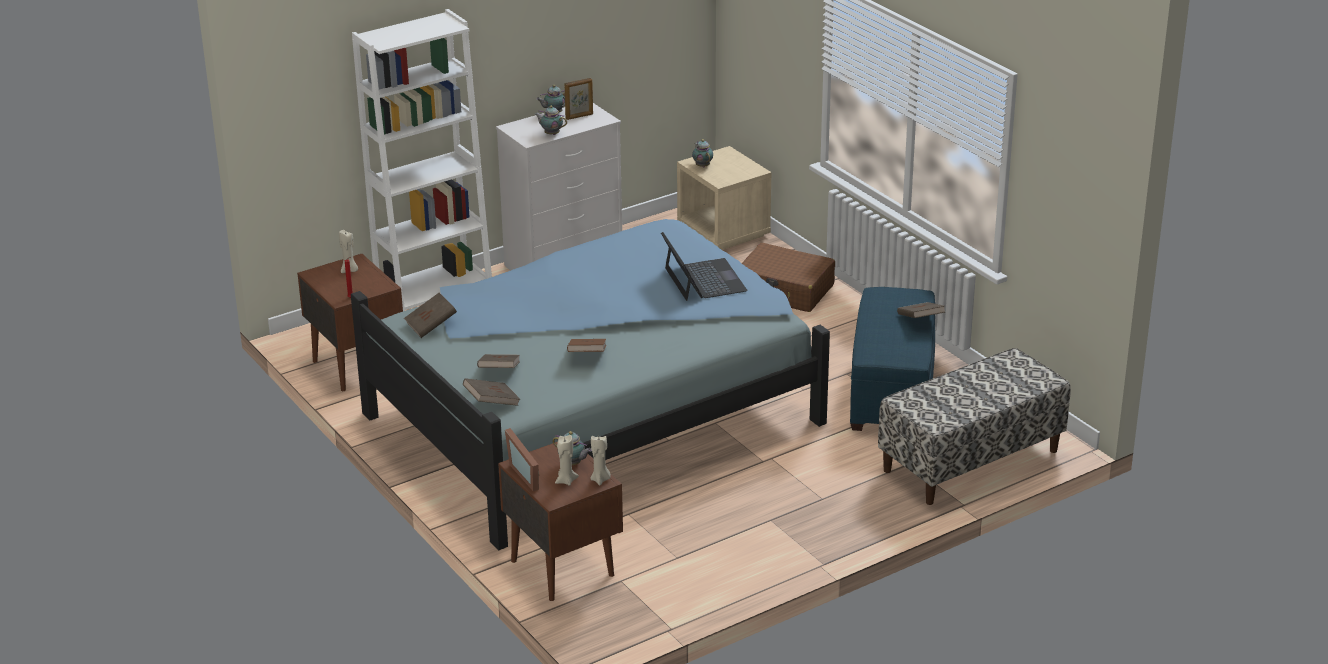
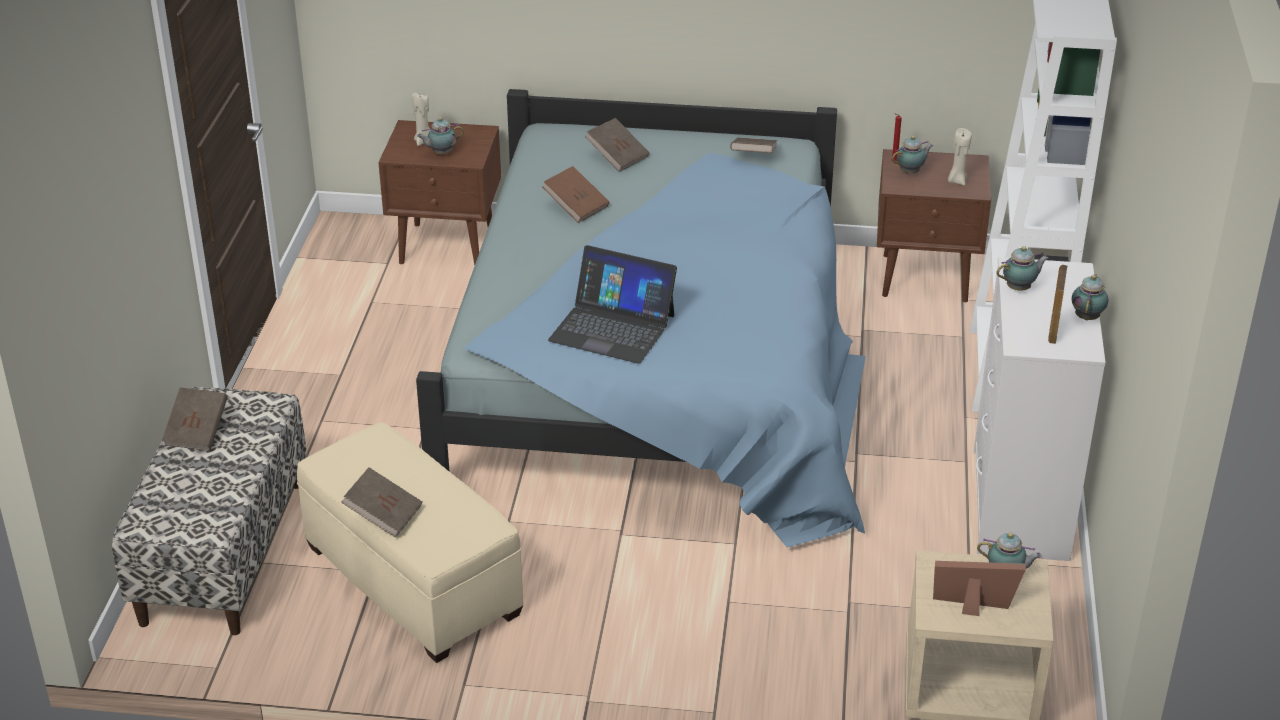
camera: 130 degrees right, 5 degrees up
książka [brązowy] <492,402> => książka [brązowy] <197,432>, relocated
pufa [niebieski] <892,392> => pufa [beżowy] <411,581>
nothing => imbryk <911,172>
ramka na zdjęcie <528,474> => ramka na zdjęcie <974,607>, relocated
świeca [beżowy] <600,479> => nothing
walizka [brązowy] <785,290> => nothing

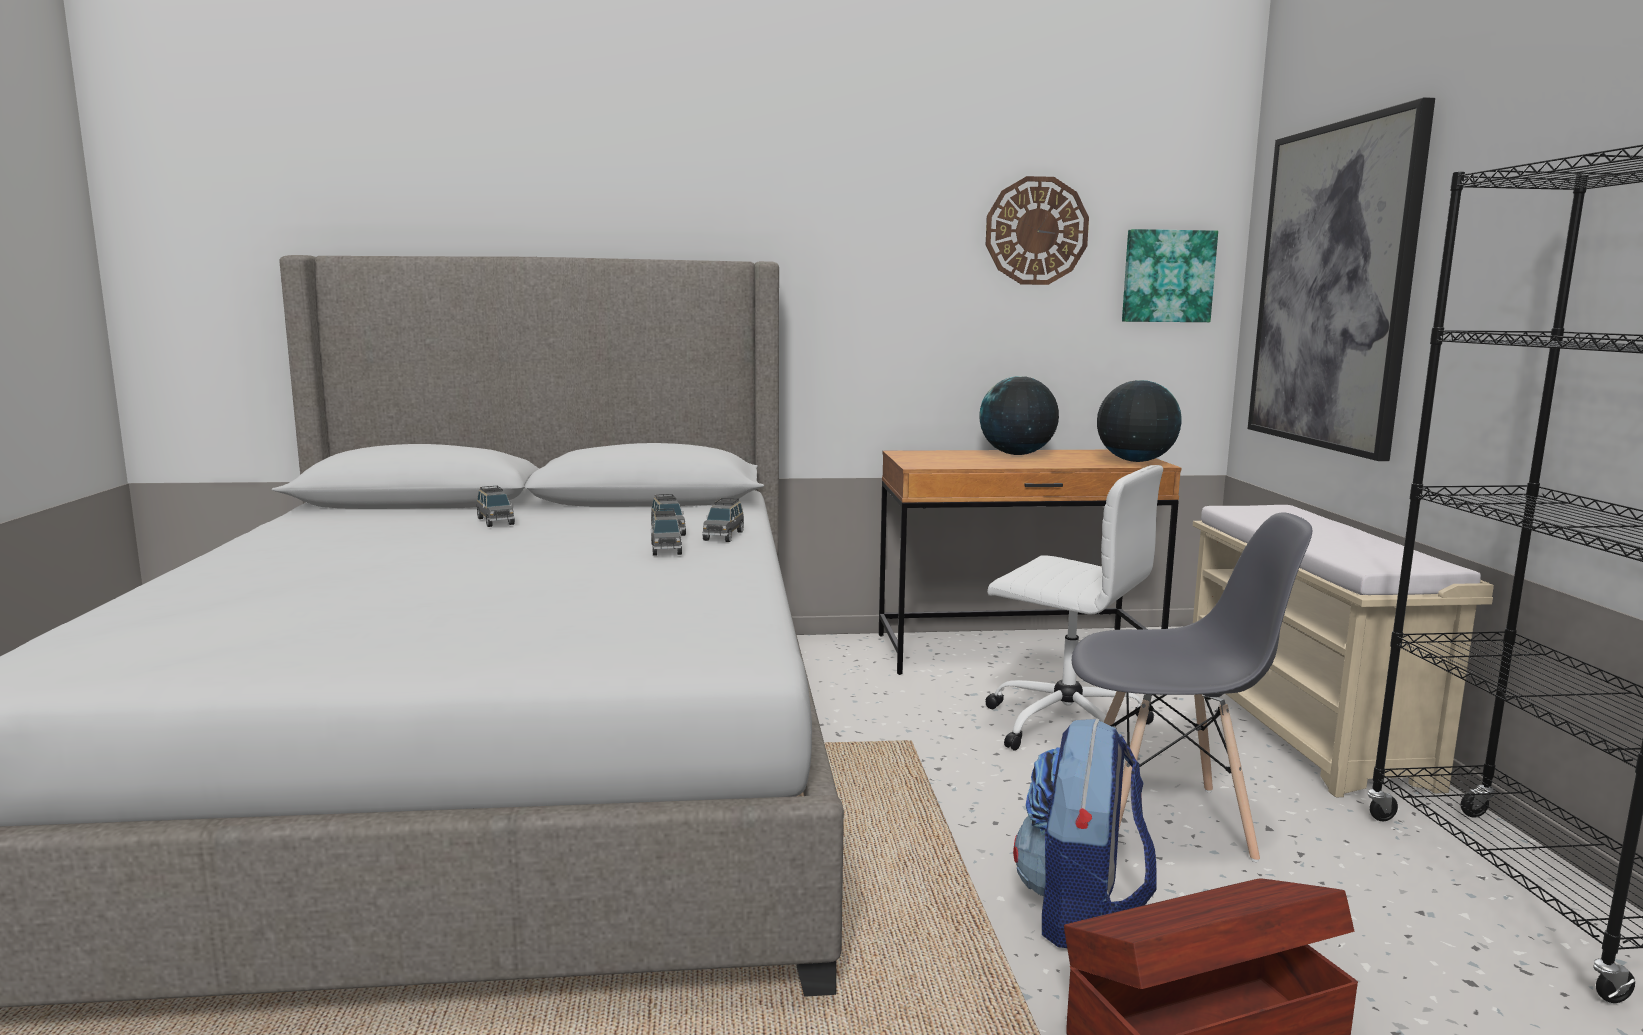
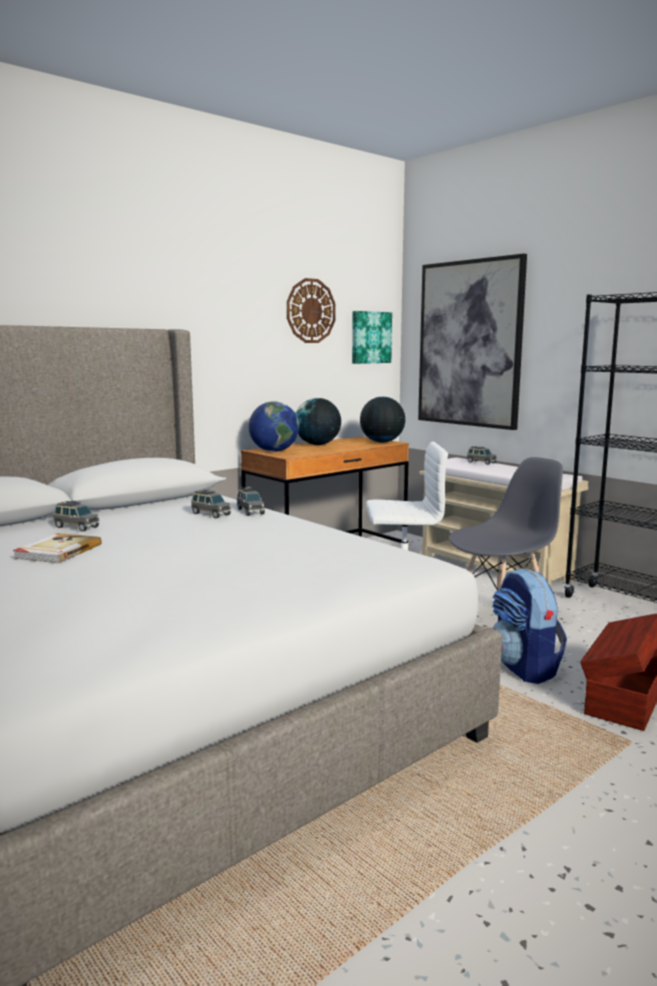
camera: 35 degrees left, 0 degrees up
nothing => książka <57,551>
nothing => globus <274,451>
samochodzik [szary] <666,549> => samochodzik [szary] <481,462>, relocated

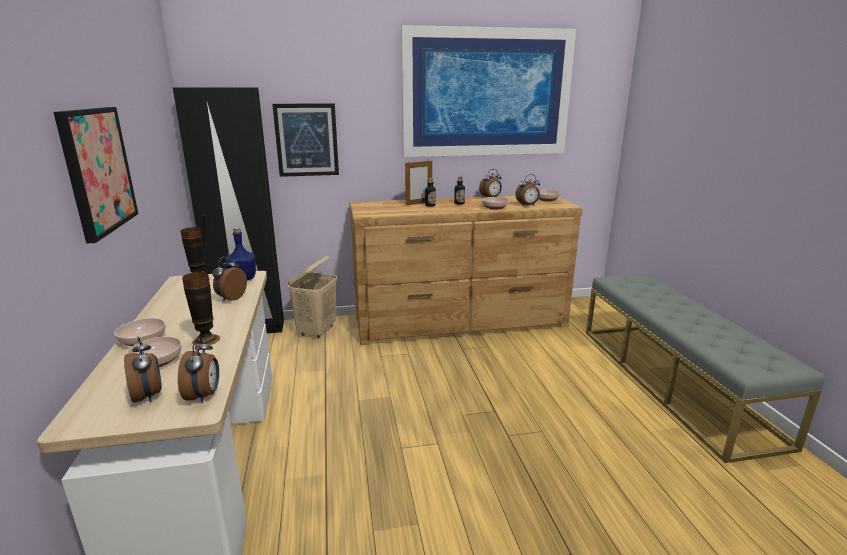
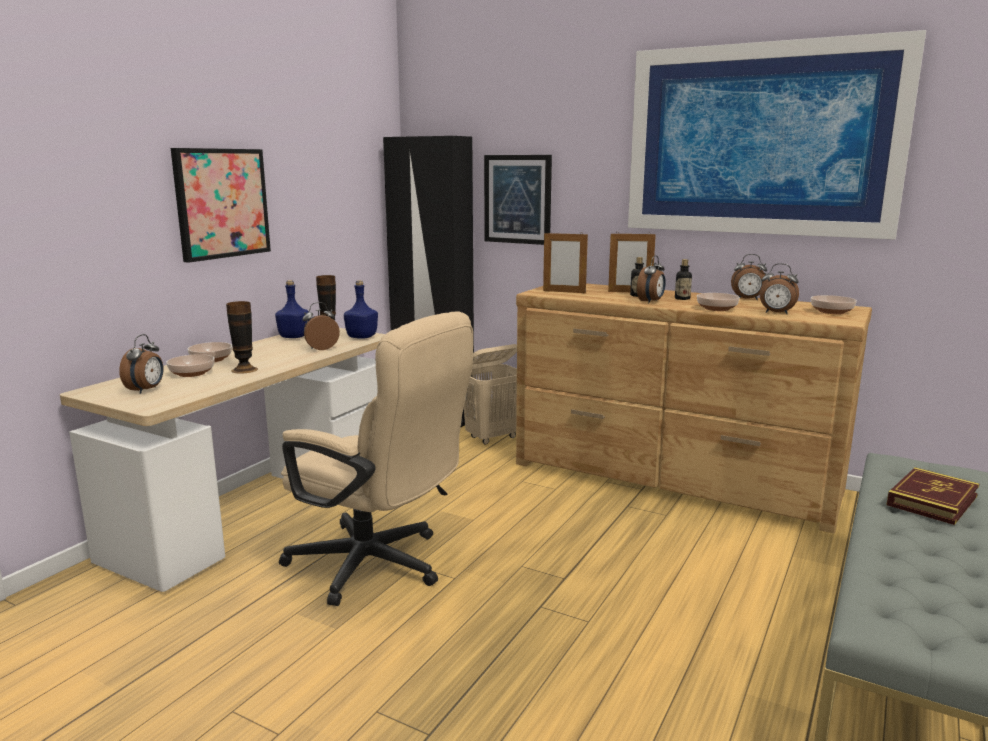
camera: 40 degrees right, 5 degrees down
nothing => butelka [niebieski] <293,337>
nothing => krzesło biurowe [beżowy] <379,567>
nothing => ramka na zdjęcie <564,292>
budzik <204,395> => budzik <651,301>, relocated
nothing => książka <932,500>

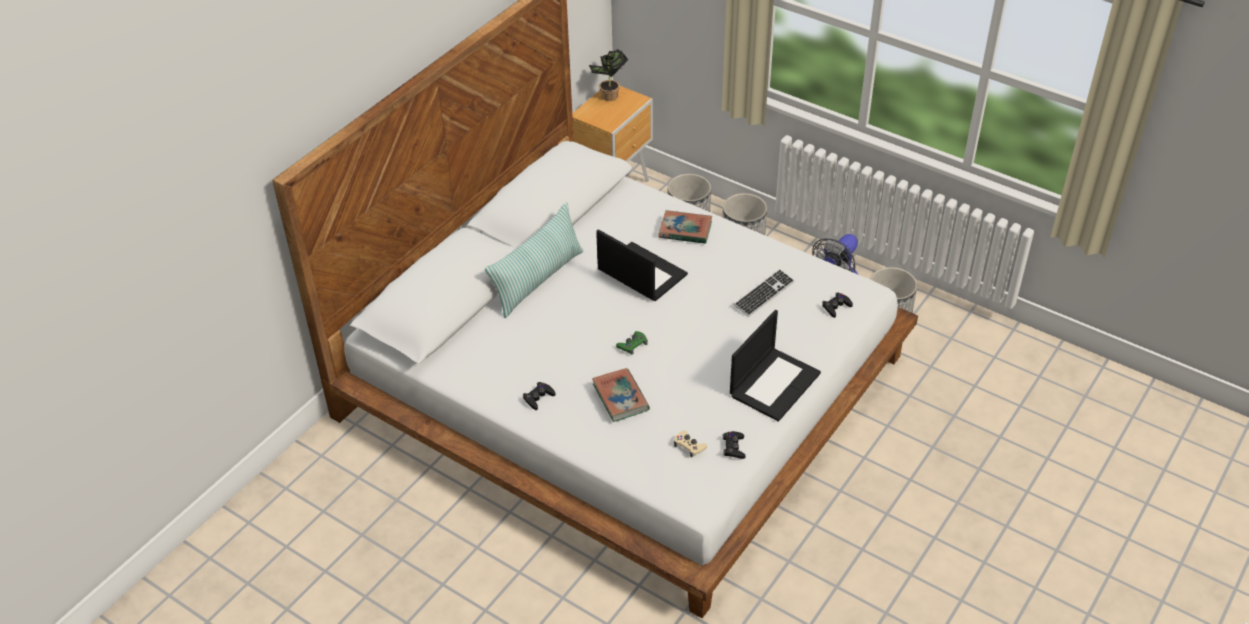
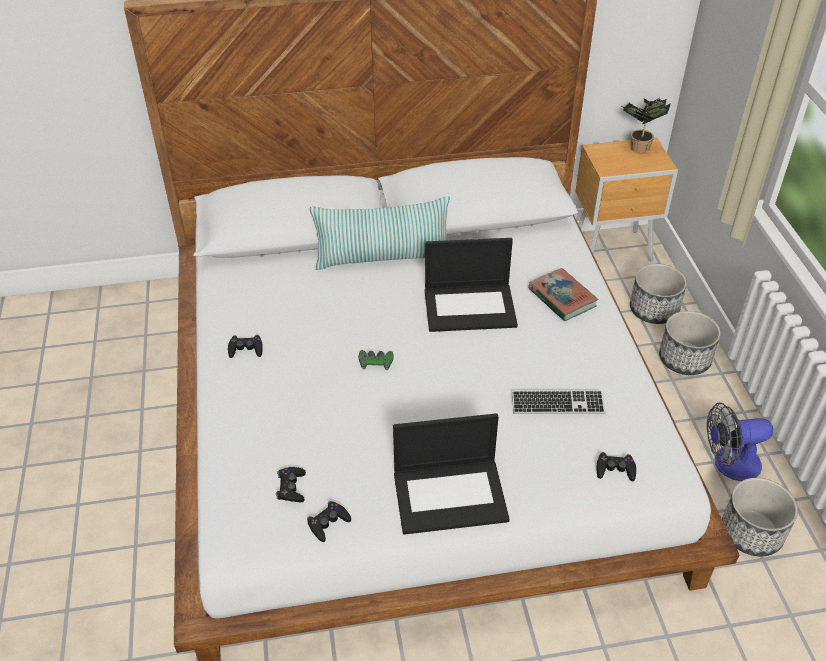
camera: 45 degrees right, 0 degrees up
pad do gier [beżowy] <689,446> => pad do gier [czarny] <291,488>
laptop <640,272> => laptop <470,307>, 90 degrees clockwise
książka <620,397> => nothing

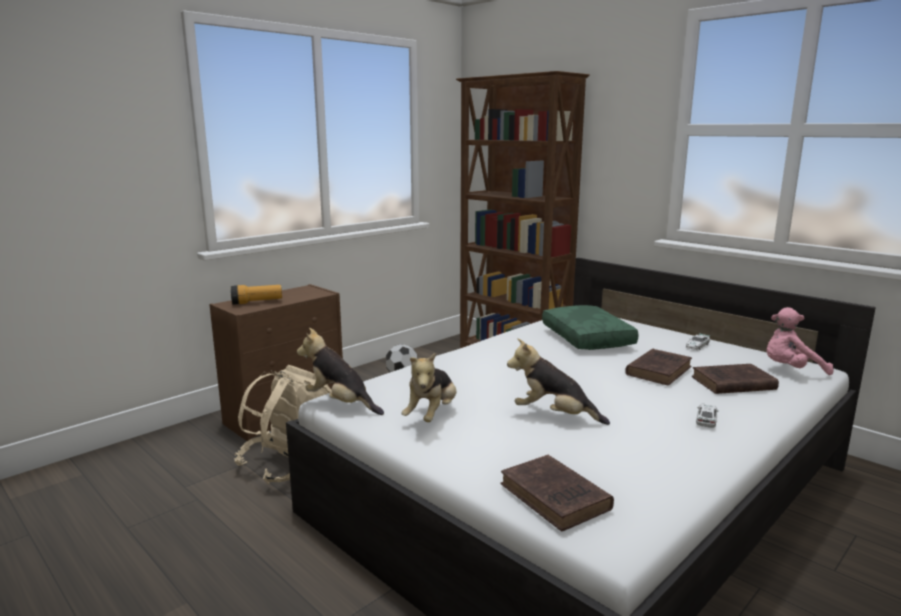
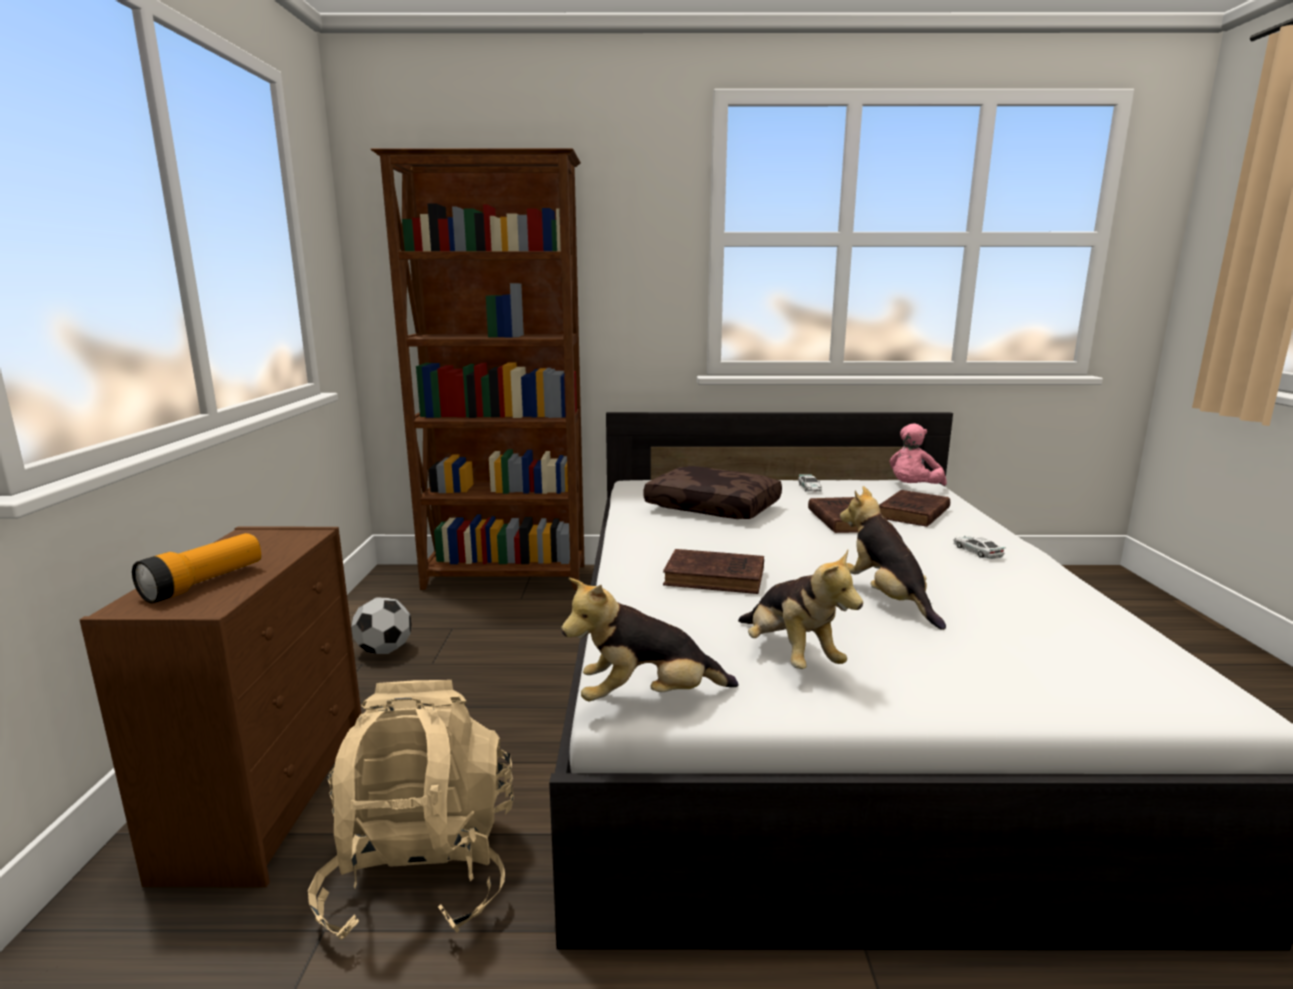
camera: 45 degrees left, 0 degrees up
poduszka [zielony] <588,338> => poduszka [brązowy] <714,507>
książka [brązowy] <556,498> => książka [brązowy] <717,577>, relocated
pluszak <554,416> => pluszak <886,599>, 90 degrees clockwise

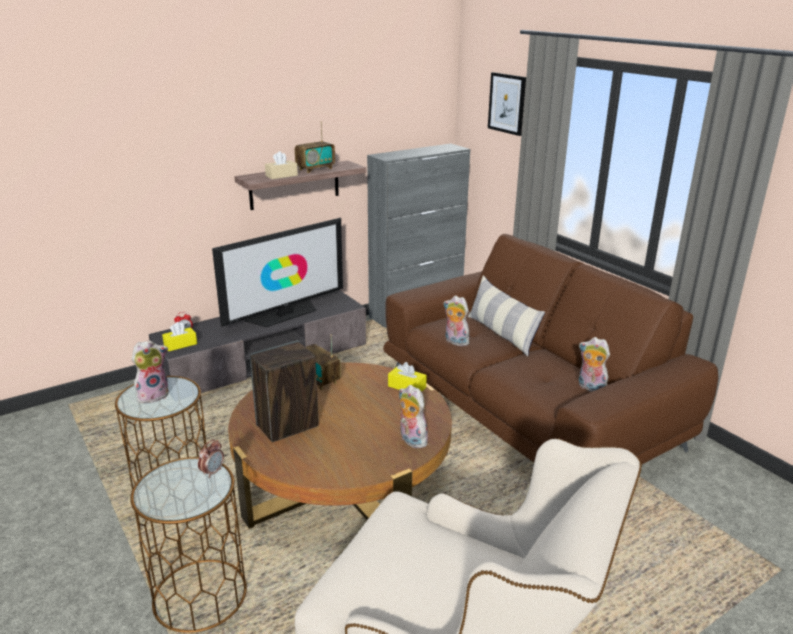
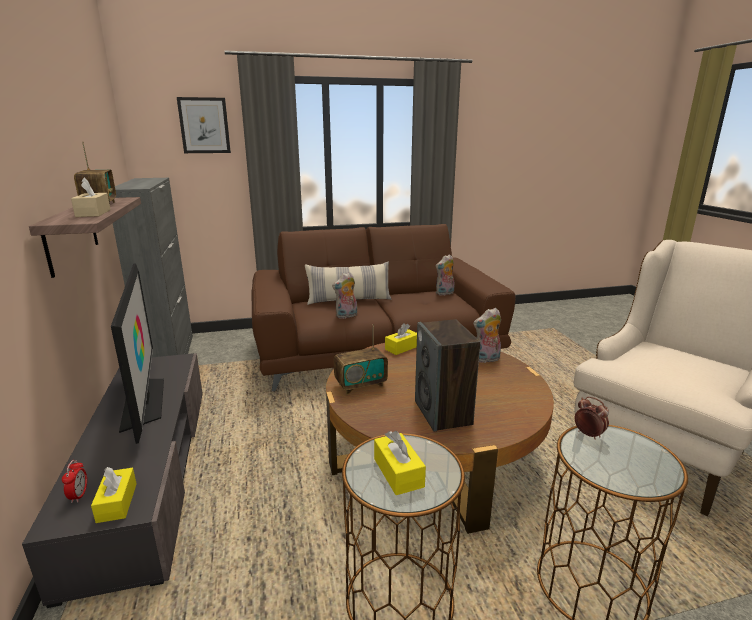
camera: 70 degrees left, 5 degrees down
pluszak <153,395> => pudełko chusteczek [żółty] <398,472>

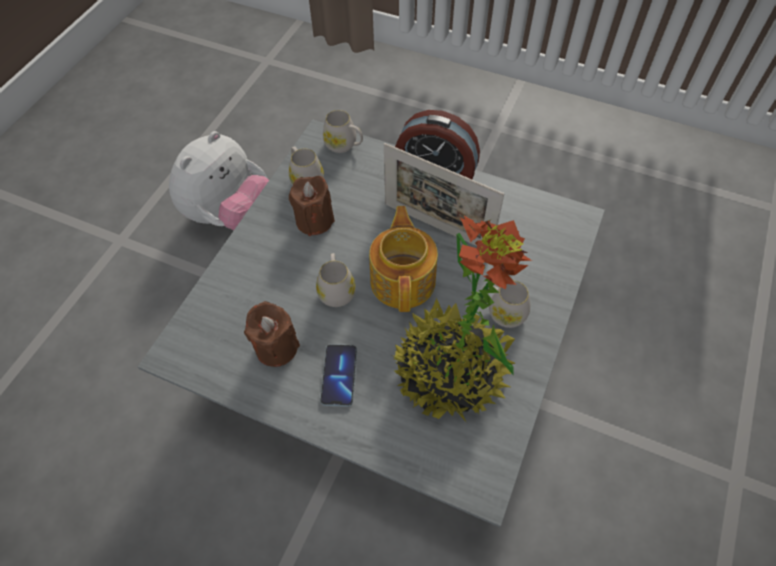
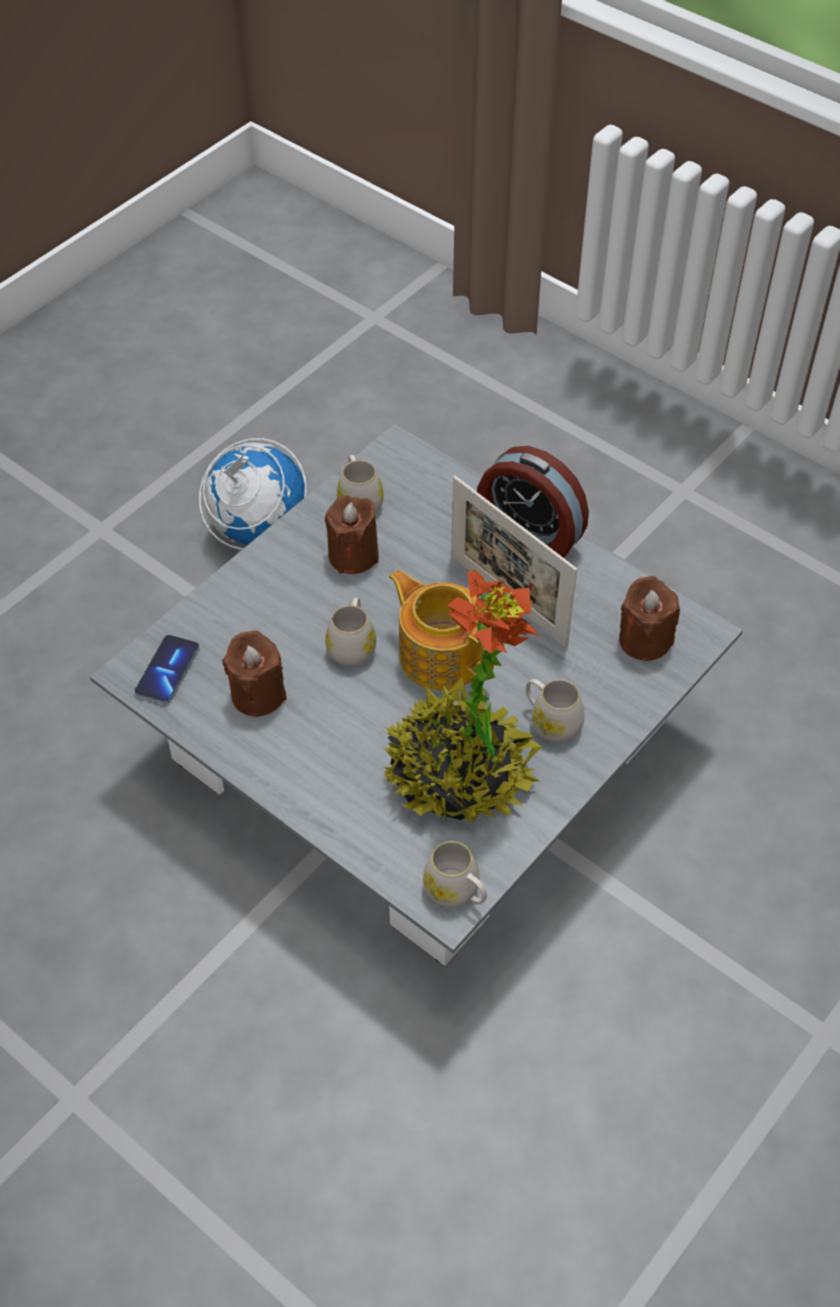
camera: 15 degrees right, 5 degrees down
telefon <339,376> => telefon <167,671>, relocated
pluszak <231,215> => globus <257,530>
imbryk <403,279> => imbryk <441,654>, 60 degrees counterclockwise
kubek [biały] <344,145> => kubek [biały] <456,892>, relocated
nothing => świeca [brązowy] <644,640>

